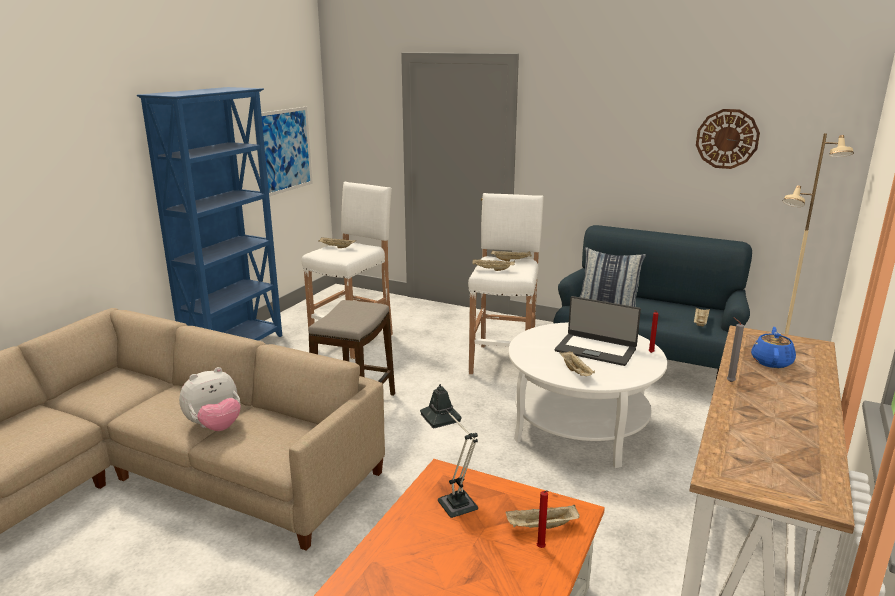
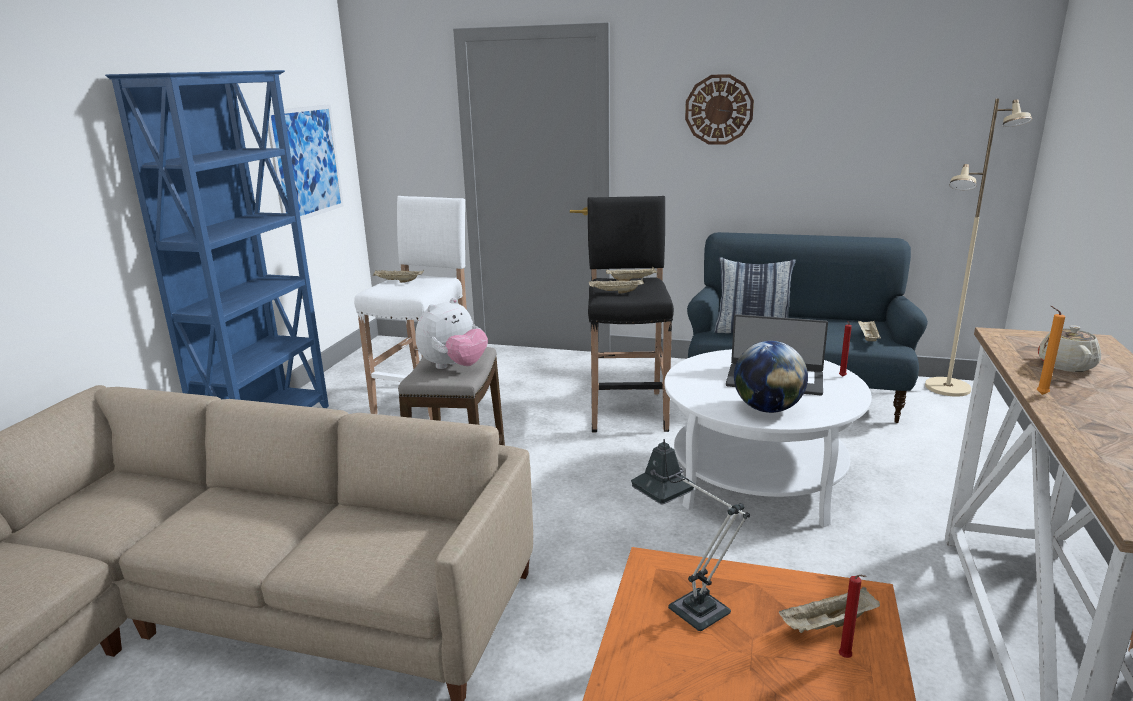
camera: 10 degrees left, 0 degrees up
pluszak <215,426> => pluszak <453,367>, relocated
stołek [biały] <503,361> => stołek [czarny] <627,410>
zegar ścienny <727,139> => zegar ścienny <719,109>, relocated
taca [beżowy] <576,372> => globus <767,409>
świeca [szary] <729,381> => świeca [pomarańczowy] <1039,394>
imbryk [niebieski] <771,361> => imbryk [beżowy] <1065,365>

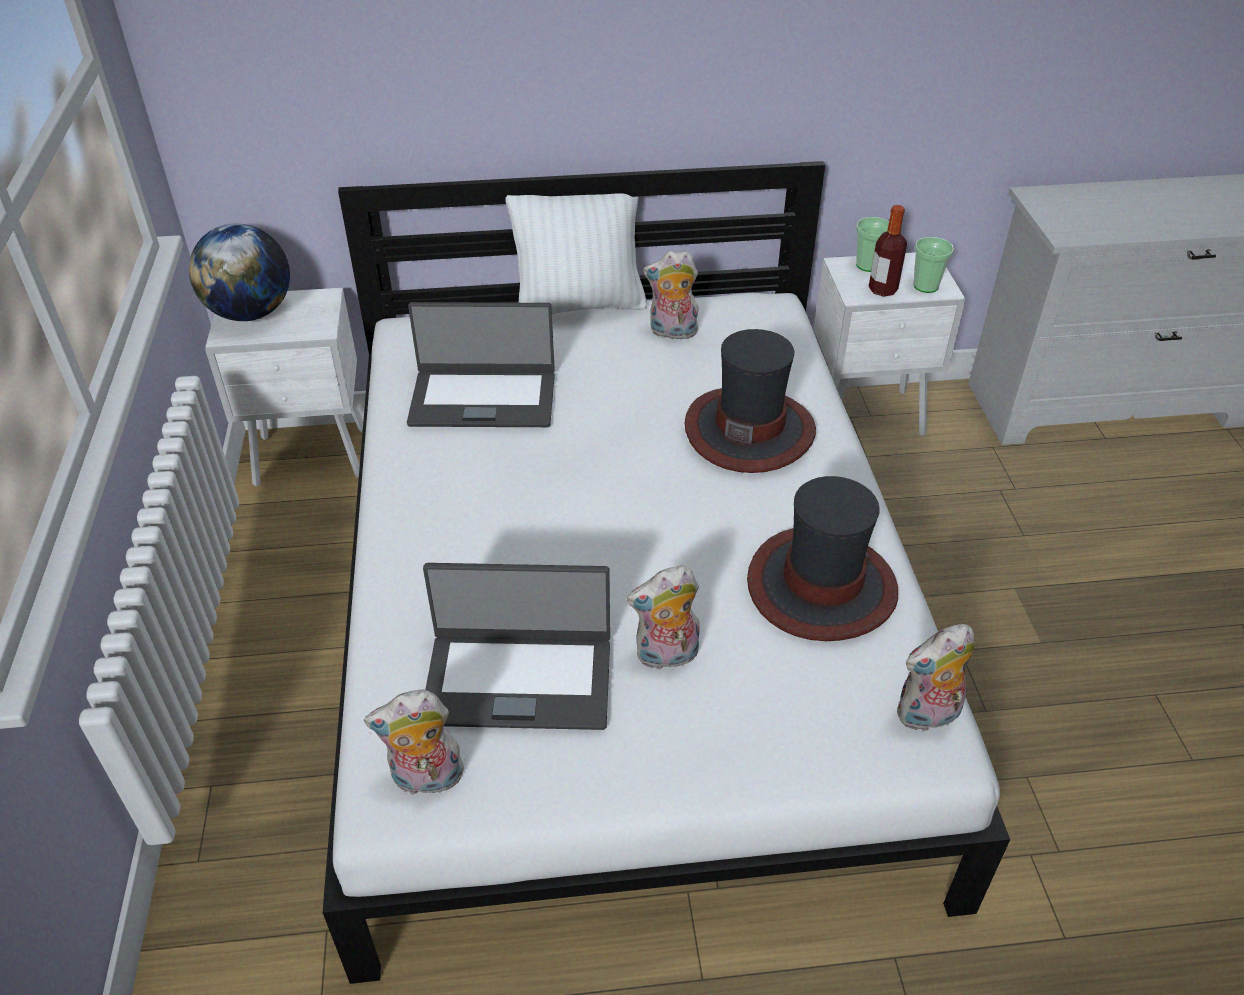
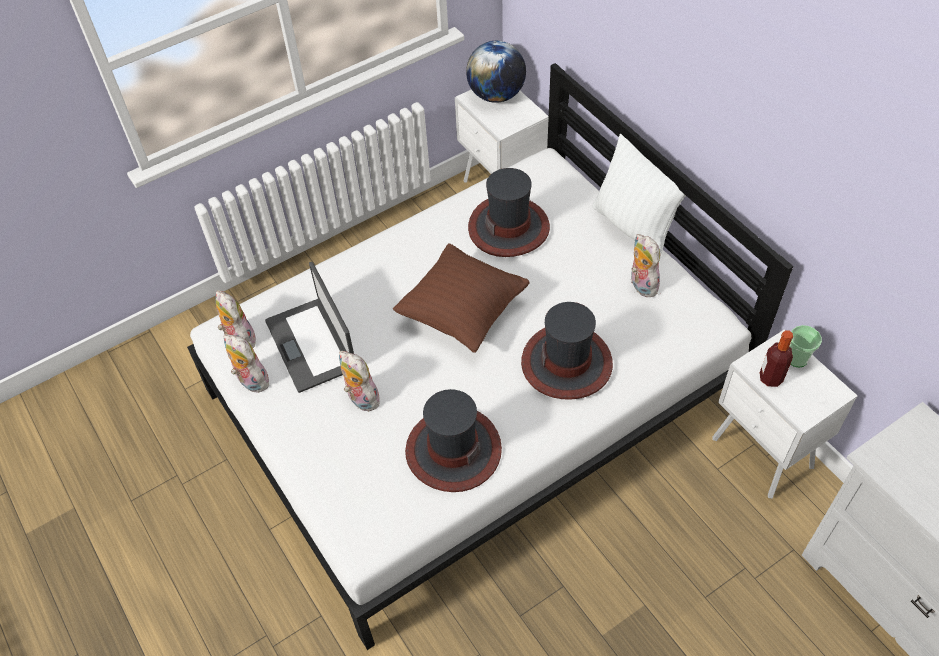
camera: 65 degrees right, 10 degrees up
pluszak <927,716> => pluszak <250,381>, relocated
nothing => poduszka [brązowy] <462,313>
laptop <483,398> => kapelusz <509,227>
filiżanka <925,286> => nothing

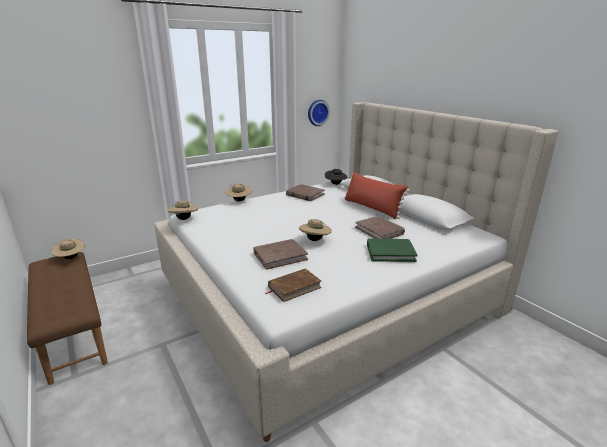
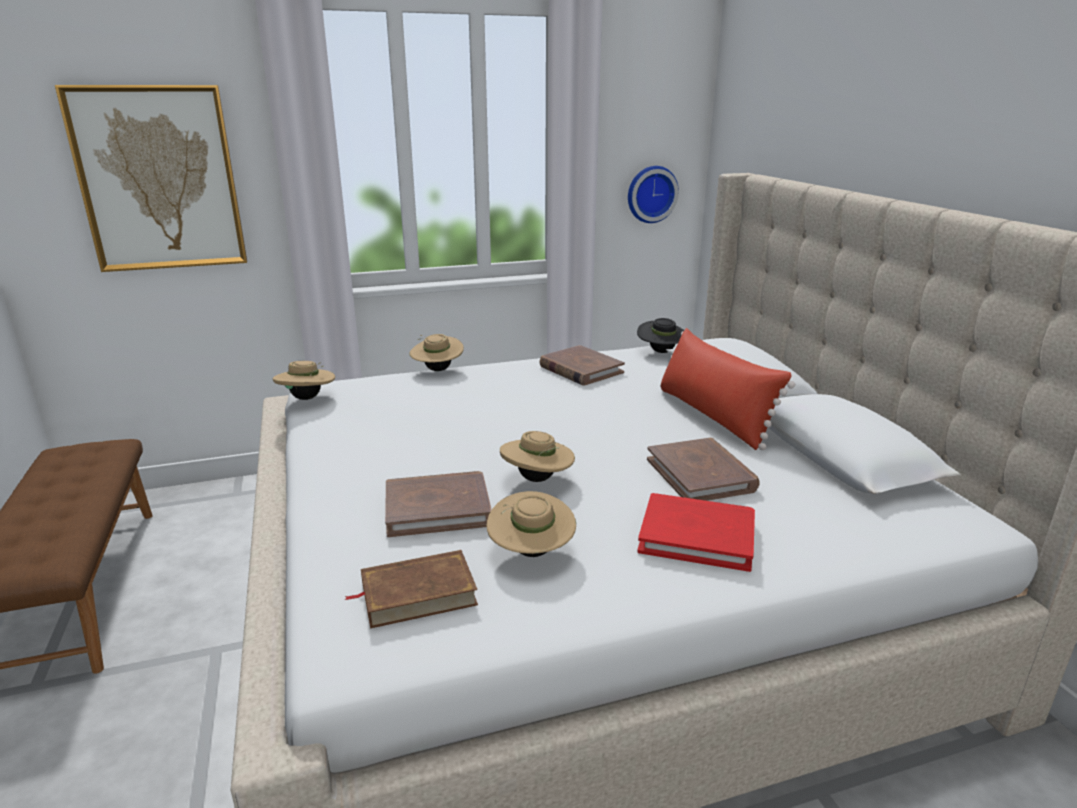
camera: 15 degrees right, 0 degrees up
nothing => obraz <159,179>
kapelusz [beżowy] <70,258> => kapelusz [beżowy] <531,552>, relocated
książka [zielony] <390,252> => książka [czerwony] <697,536>

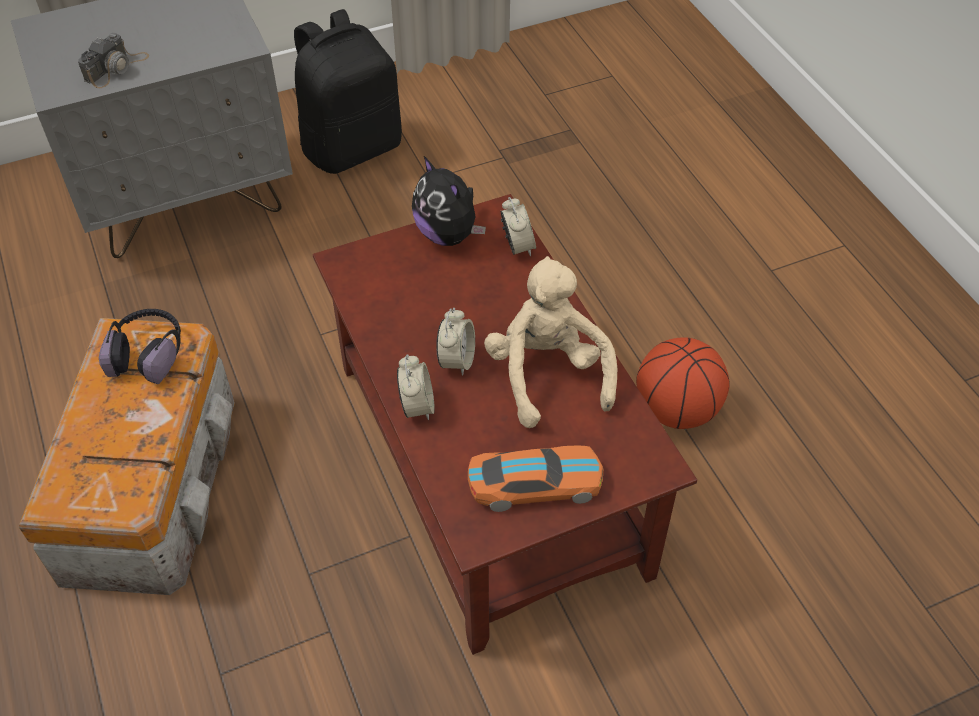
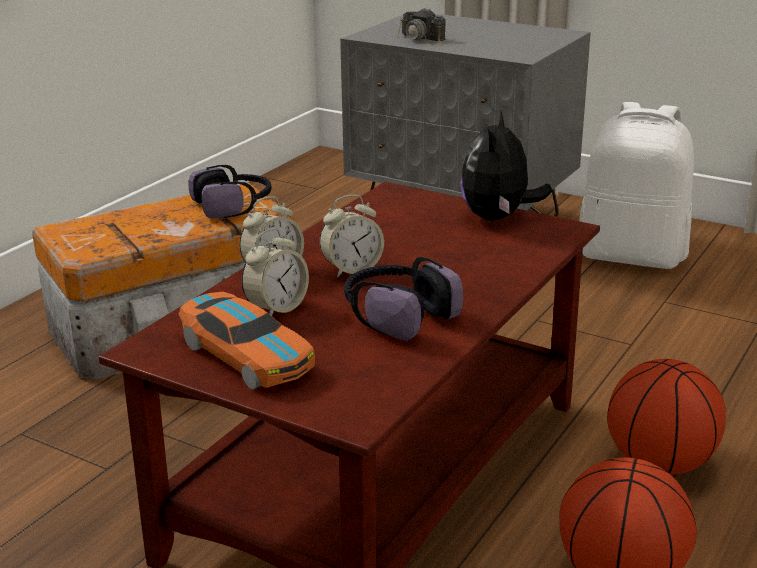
camera: 55 degrees right, 25 degrees down
budzik <517,246> => budzik <277,308>, relocated
pluszak [beżowy] <547,374> => słuchawki <397,315>
aparat fotograficzny <116,68> => aparat fotograficzny <422,39>, 45 degrees clockwise
plecak [czarny] <352,147> => plecak [biały] <632,255>
nothing => piłka do koszykówki <659,463>

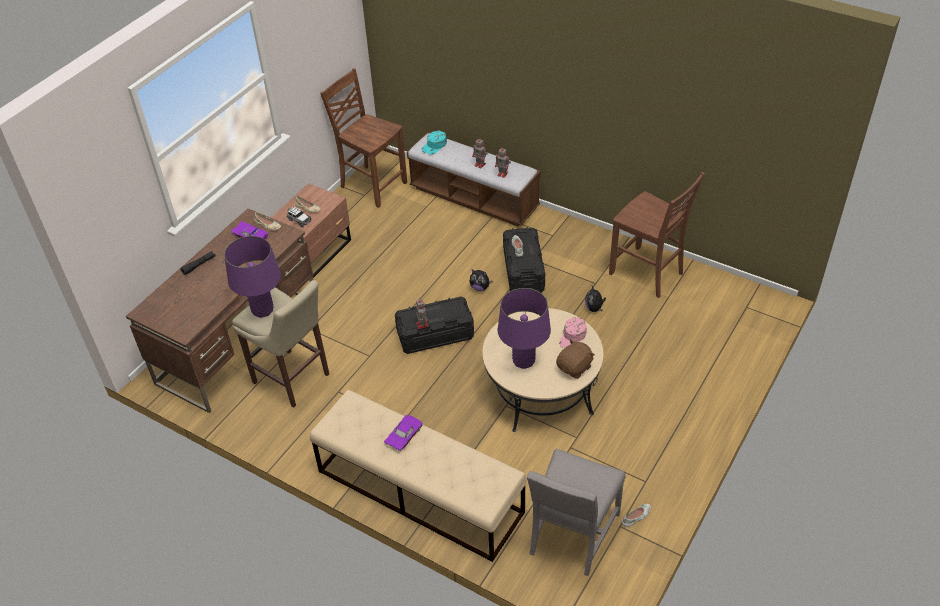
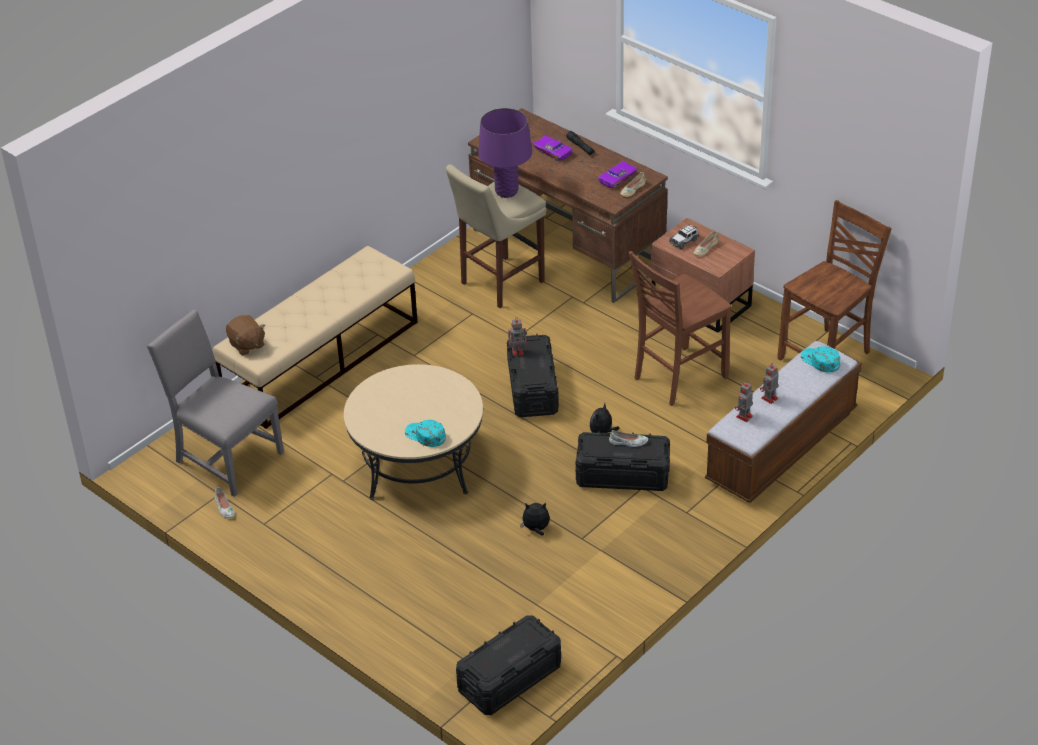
camera: 100 degrees right, 5 degrees down
pluszak [brązowy] <575,367> => pluszak [brązowy] <246,345>, relocated
czapka z daszkiem [różowy] <573,337> => czapka z daszkiem [turkusowy] <425,435>
nothing => pojemnik do przechowywania [czarny] <509,678>
samochodzik [fioletowy] <403,435> => samochodzik [fioletowy] <553,151>, relocated
krzesło [brązowy] <647,274> => krzesło [brązowy] <677,377>, relocated
lampa stołowa [fioletowy] <524,361> => nothing

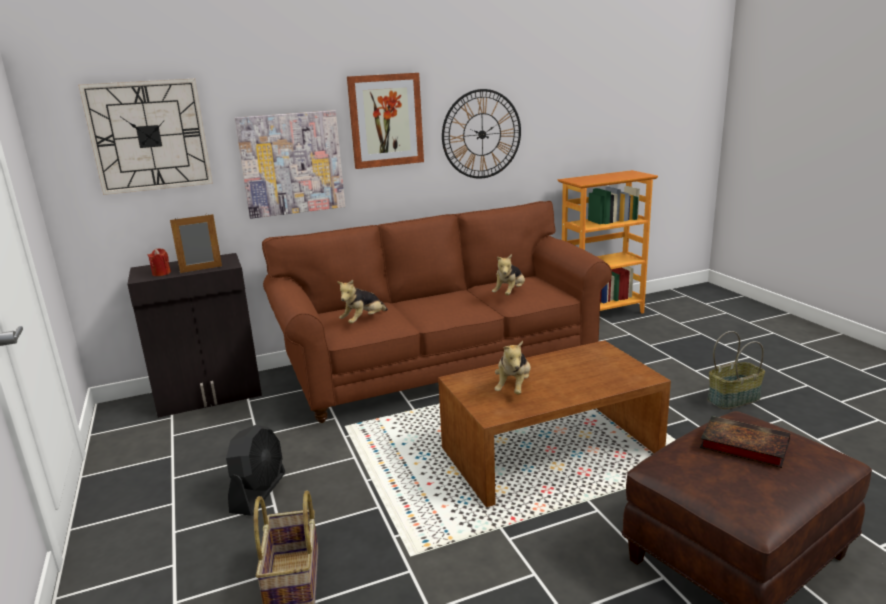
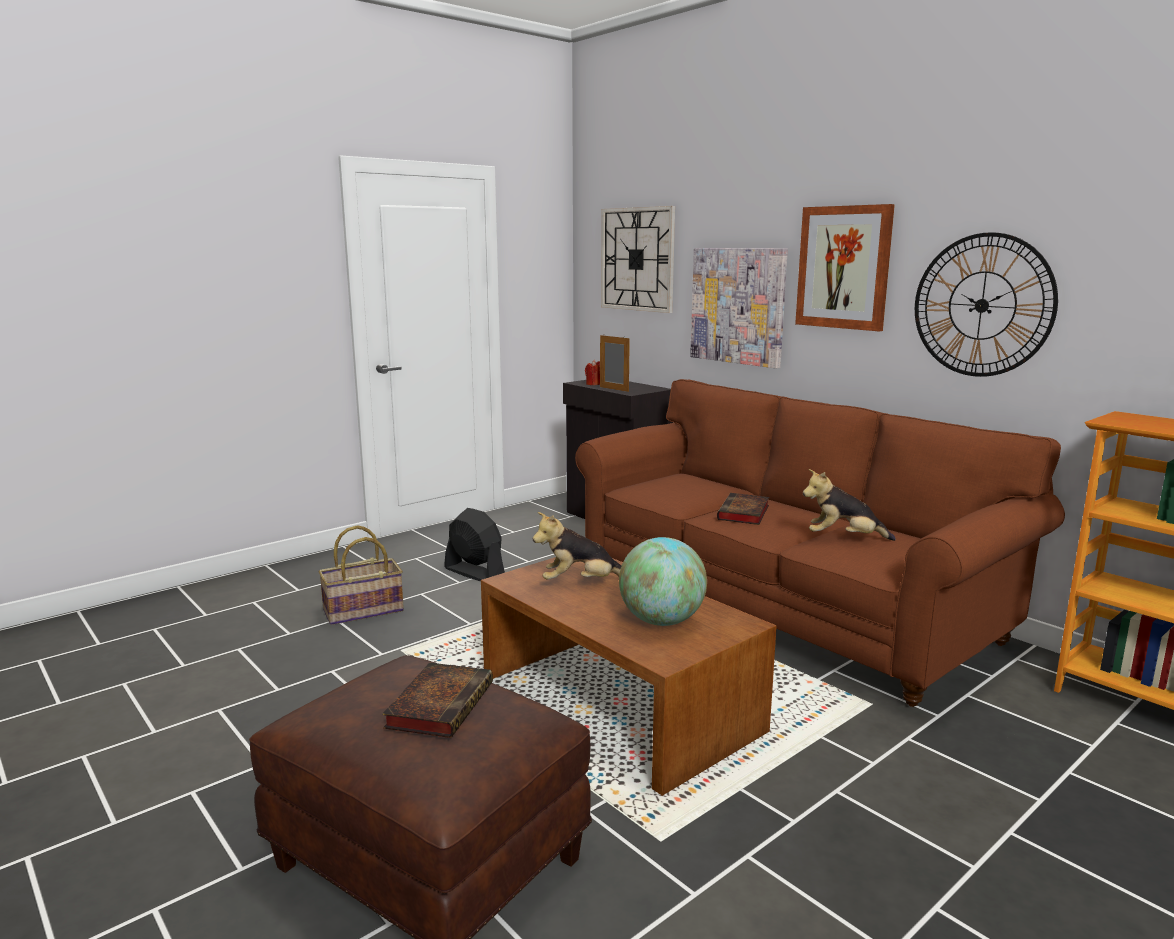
camera: 70 degrees right, 5 degrees down
wentylator [czarny] <259,492> => wentylator [czarny] <474,572>, 135 degrees counterclockwise
nothing => globus <661,621>
nothing => książka <744,513>
pluszak <363,321> => nothing
koszyk <733,398> => nothing

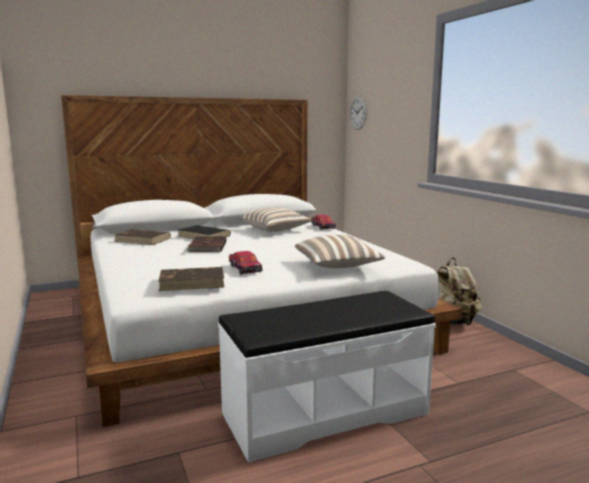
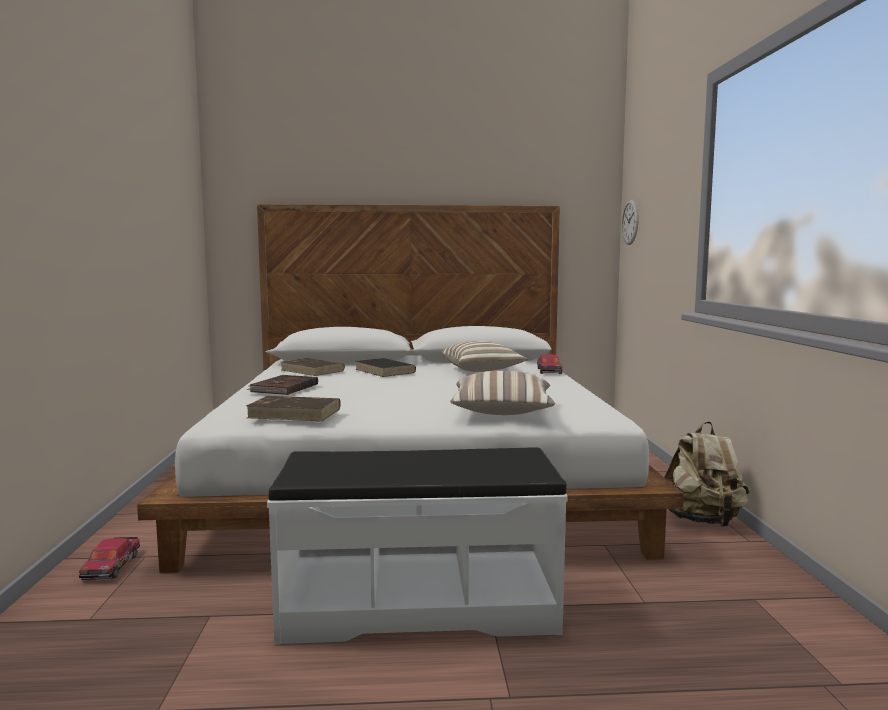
camera: 20 degrees right, 5 degrees down
samochodzik <245,268> => samochodzik <112,566>, relocated
książka [brązowy] <207,246> => książka [brązowy] <283,388>, relocated

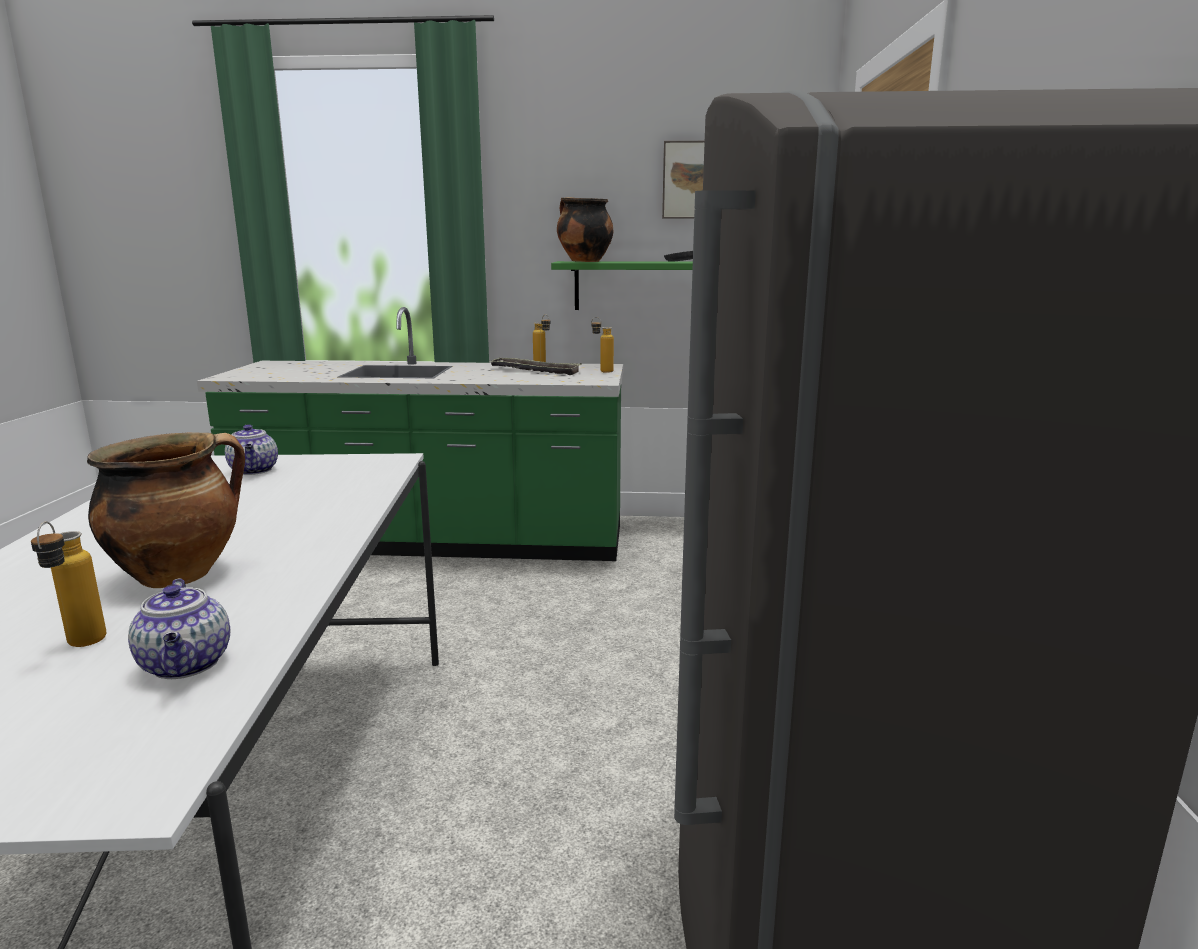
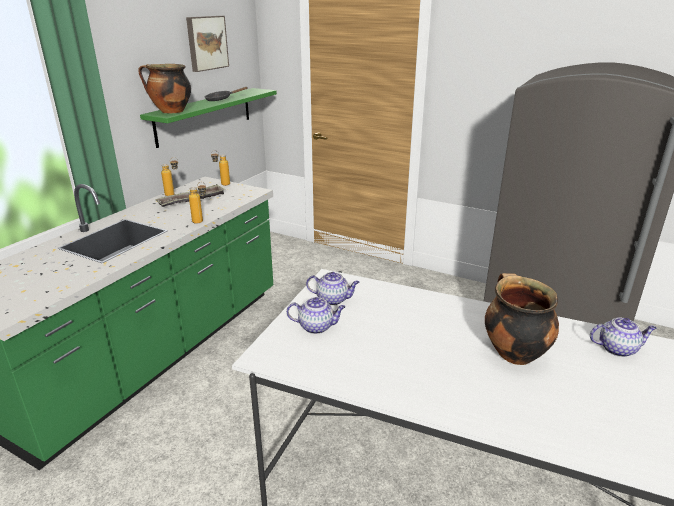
camera: 65 degrees left, 10 degrees up
butelka <80,647> => butelka <201,222>, relocated
nothing => imbryk <333,299>

